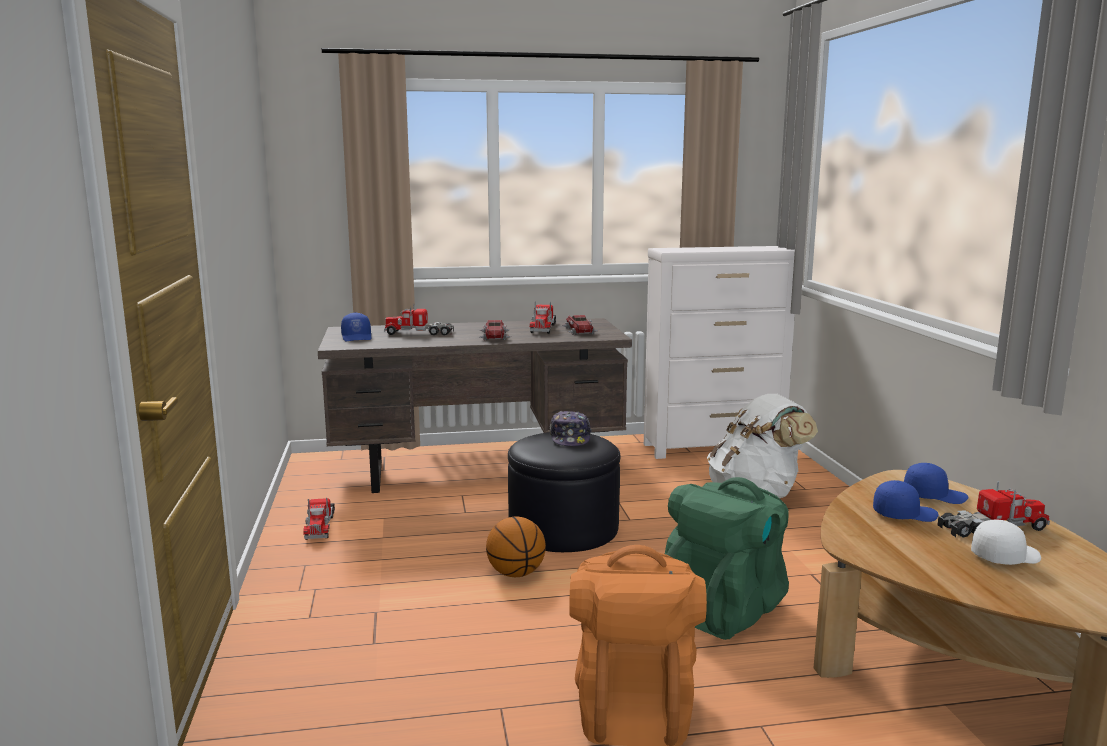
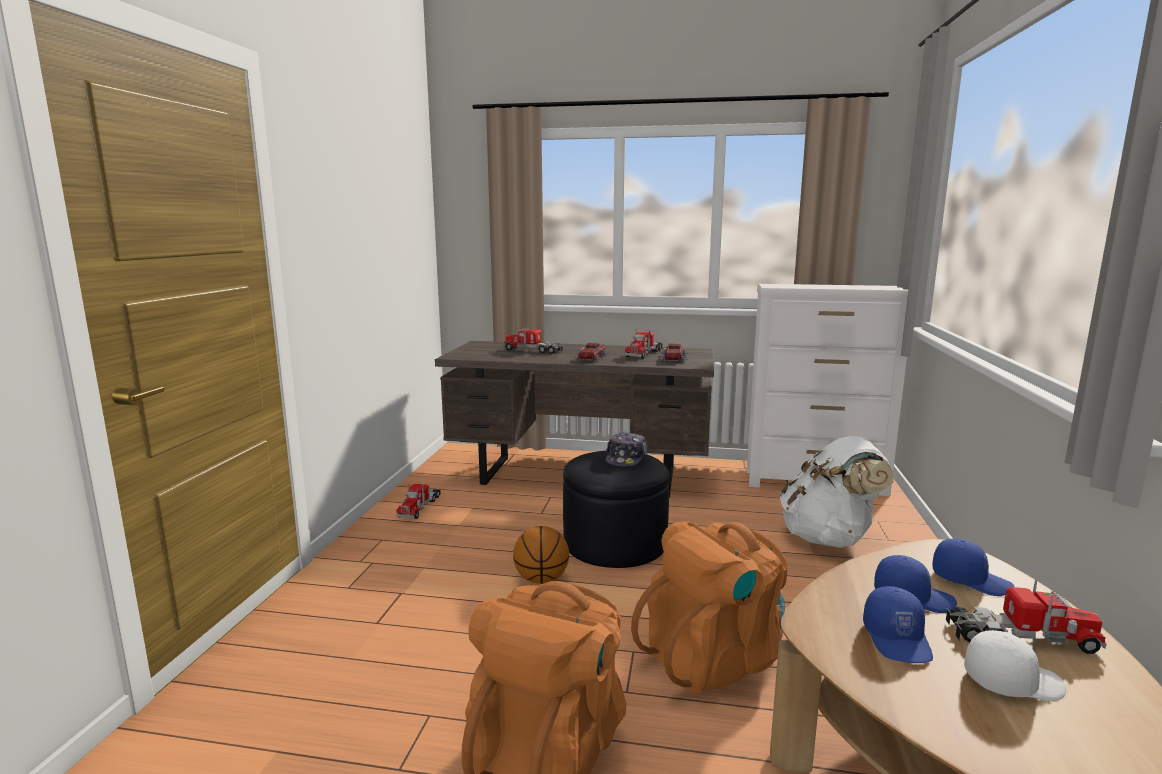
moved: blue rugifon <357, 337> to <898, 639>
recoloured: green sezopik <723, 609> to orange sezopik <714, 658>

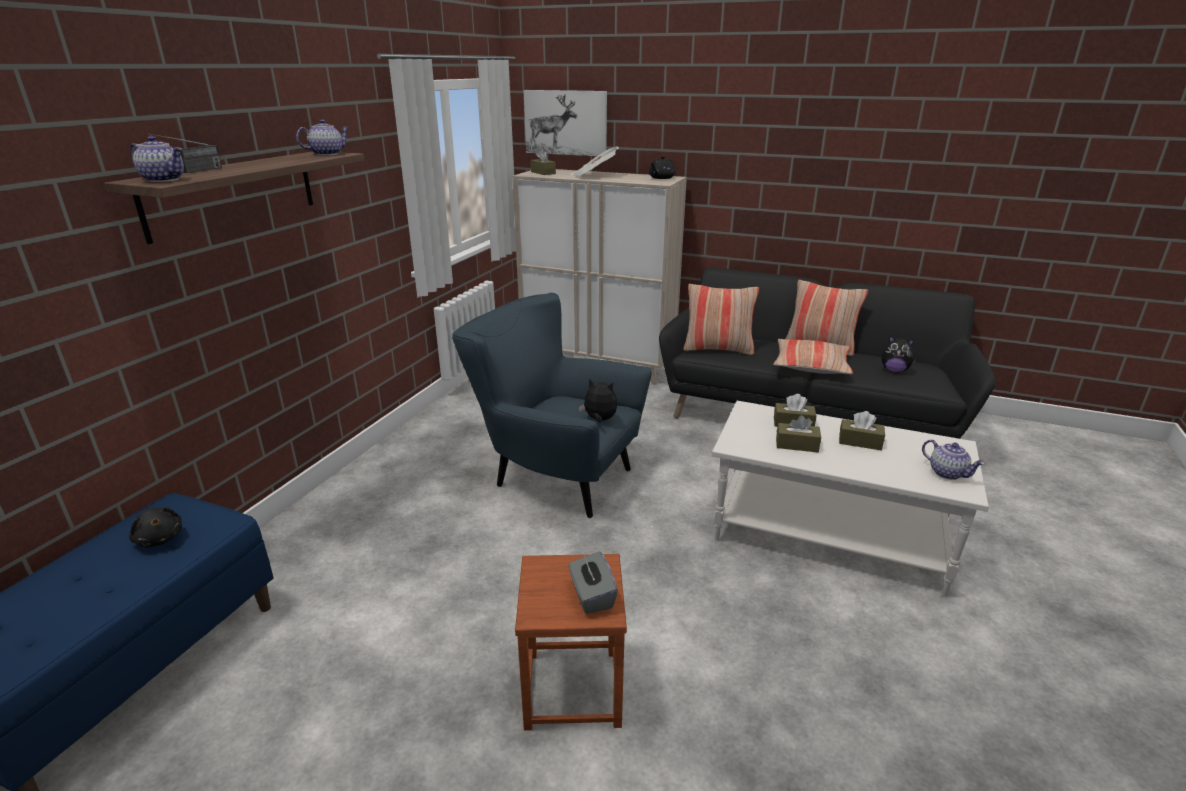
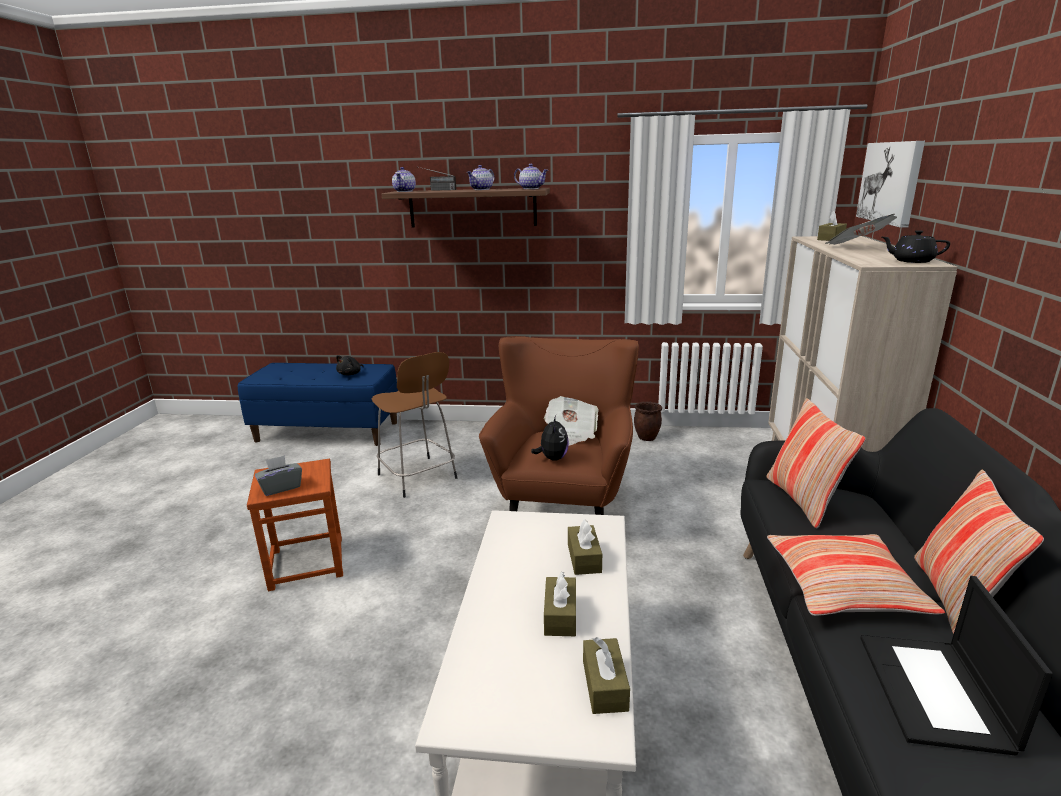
added: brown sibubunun <418, 478>; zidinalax <571, 433>; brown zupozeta <647, 438>
moved: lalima <948, 473> to <482, 189>; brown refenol <797, 445> to <605, 685>
replaced: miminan <894, 370> to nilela <935, 692>
recoloured: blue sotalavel <554, 476> to brown sotalavel <564, 503>

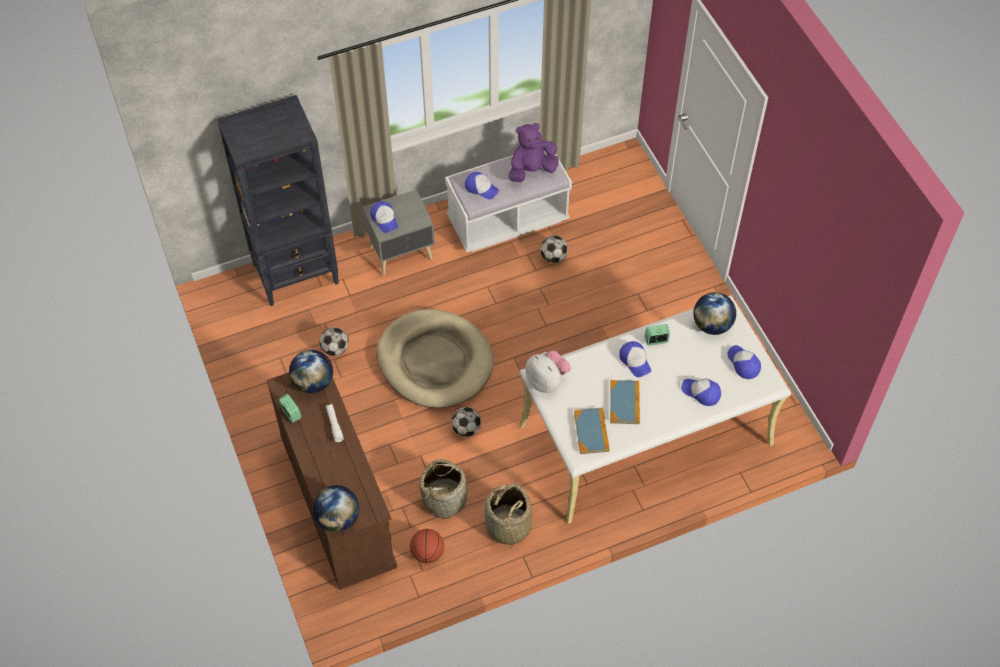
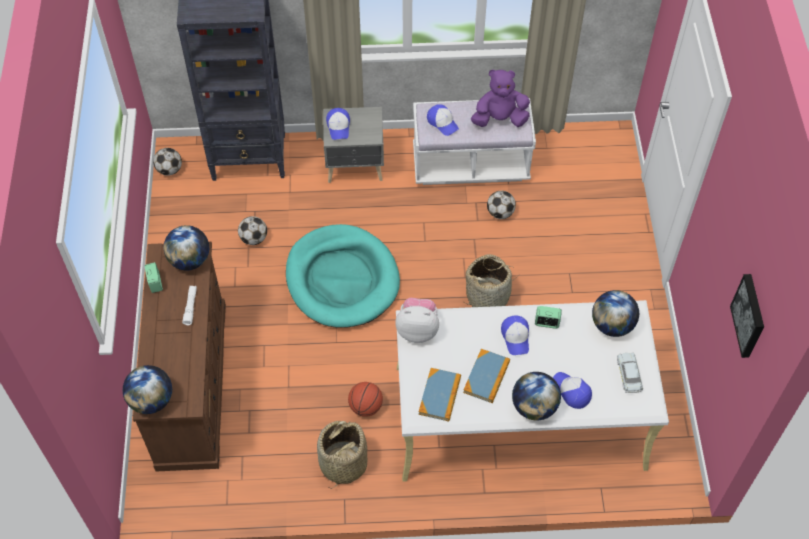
added: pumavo <534, 406>; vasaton <750, 316>
moved: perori <466, 429> to <169, 170>; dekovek <427, 553> to <366, 407>; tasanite <445, 499> to <488, 296>
replaced: rugifon <743, 363> to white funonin <628, 375>
recoloured: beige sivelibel <435, 361> to turquoise sivelibel <342, 279>
turned: miminan <547, 381> = <417, 329> 60 degrees counterclockwise

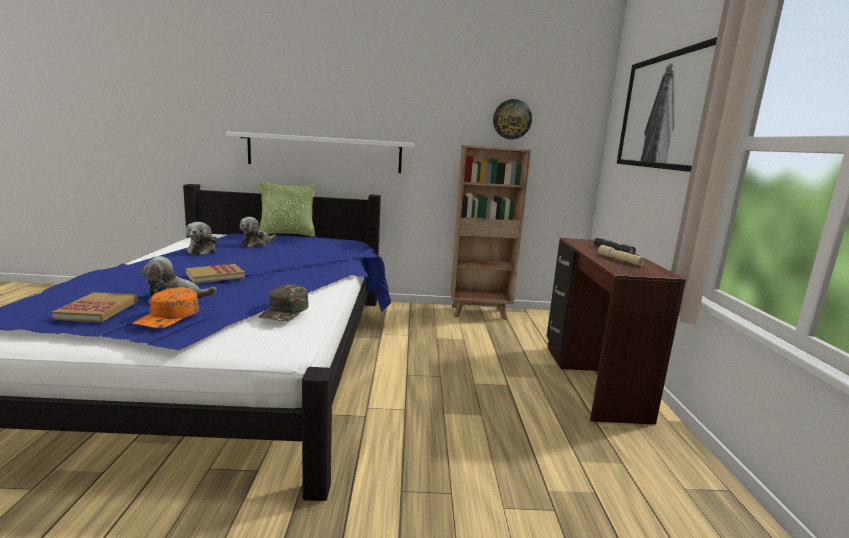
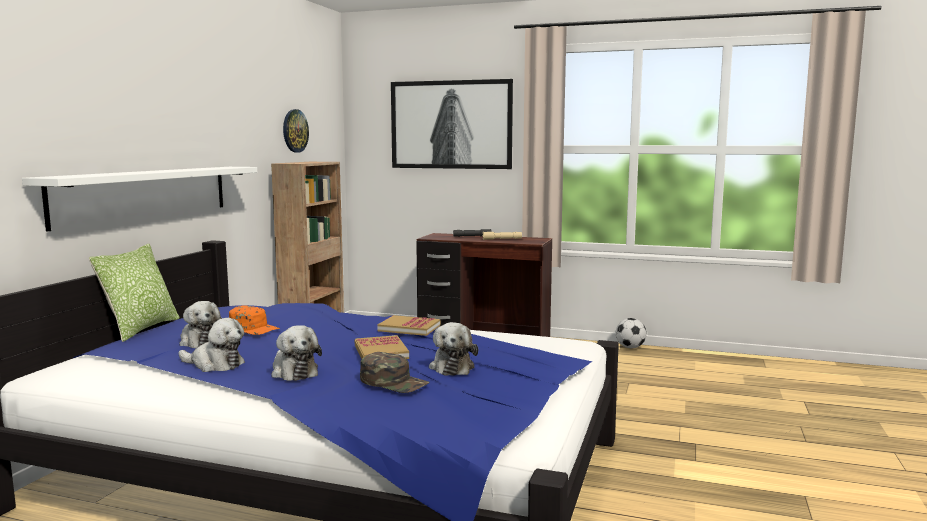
added: miminan <293, 371>; perori <630, 347>
moved: orange rugifon <168, 316> to <254, 328>; green rugifon <285, 311> to <394, 382>; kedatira <98, 310> to <409, 328>

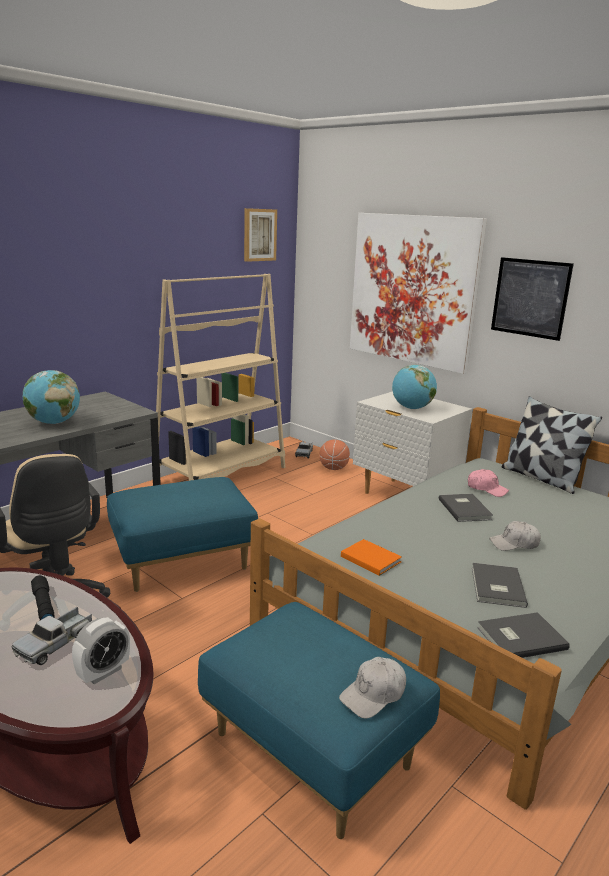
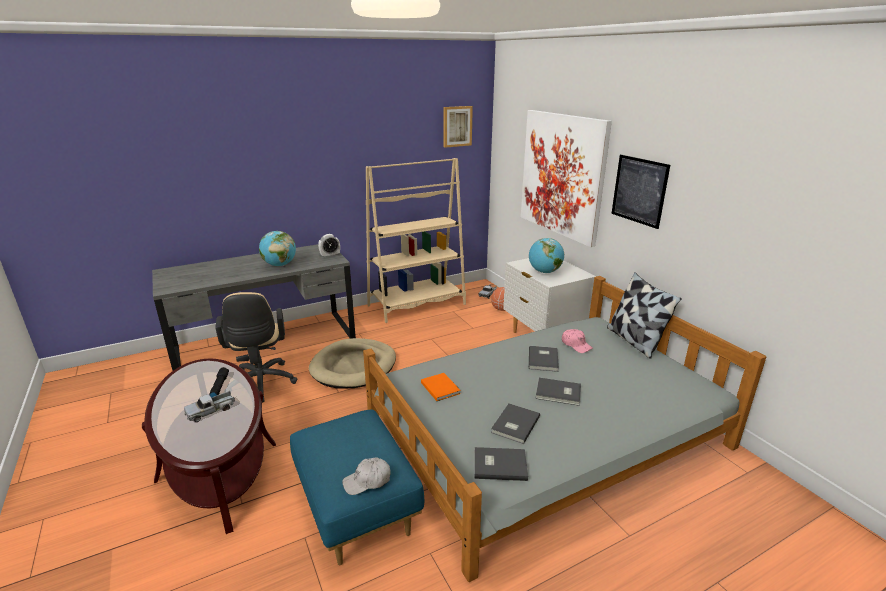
moved: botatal <103, 672> to <330, 256>
replaced: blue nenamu <183, 561> to beige sivelibel <354, 366>; white rugifon <514, 544> to grey kedatira <559, 393>

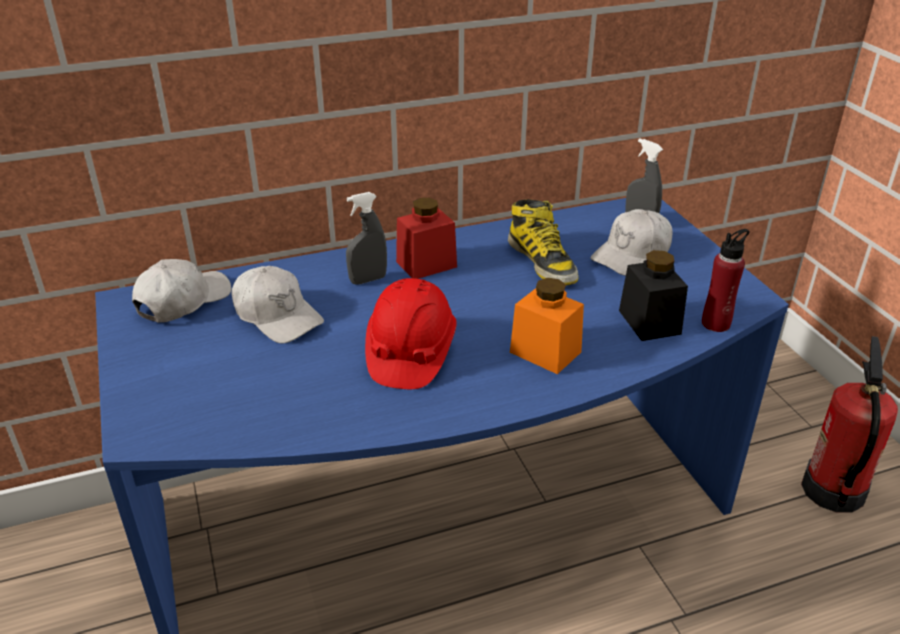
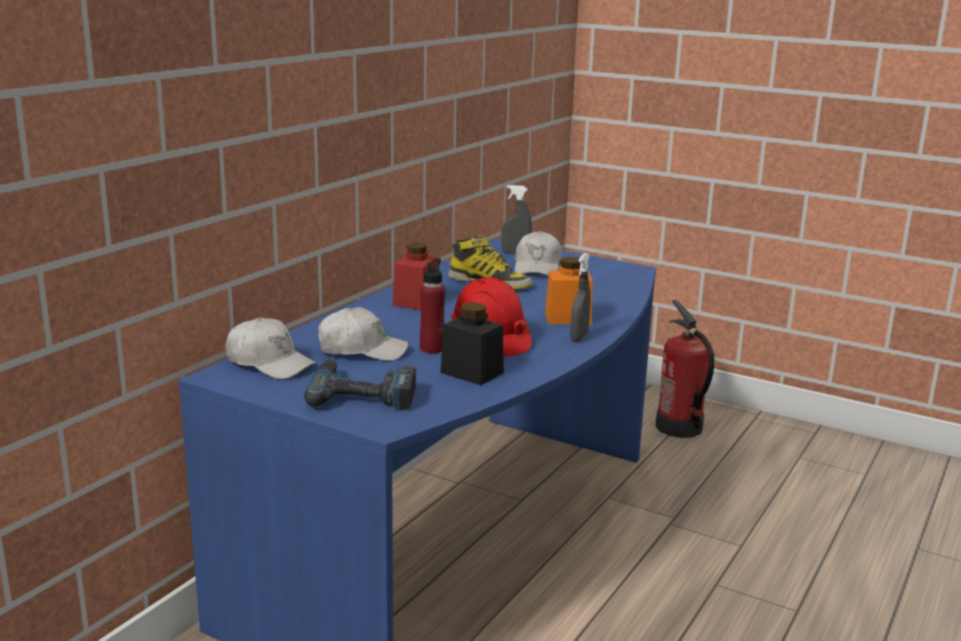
added: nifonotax <363, 393>
moved: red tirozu <716, 323> to <432, 348>; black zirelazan <649, 322> to <472, 372>; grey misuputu <368, 280> to <579, 337>
turned: white rugifon <182, 301> = <269, 363> 120 degrees clockwise

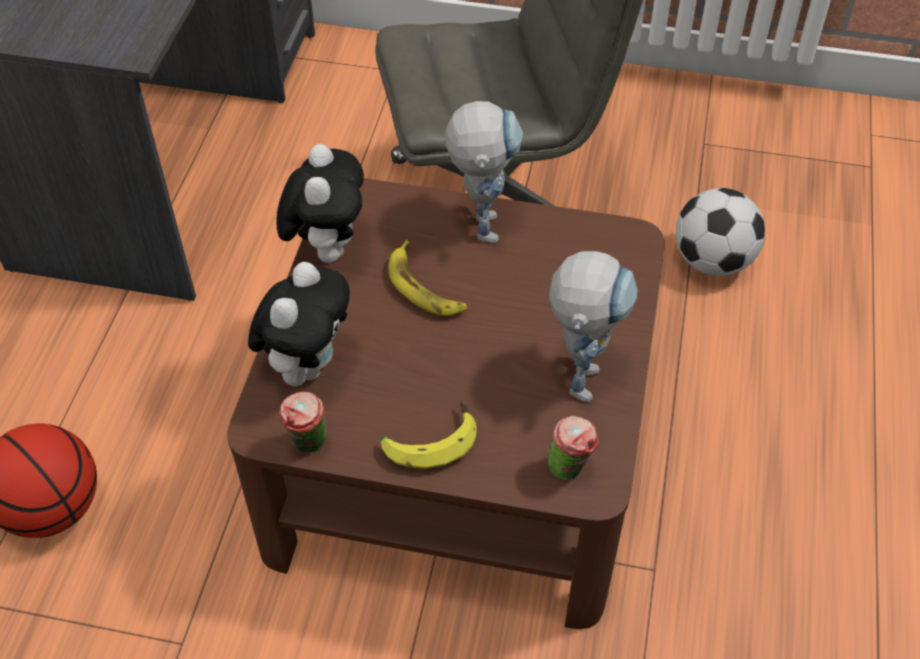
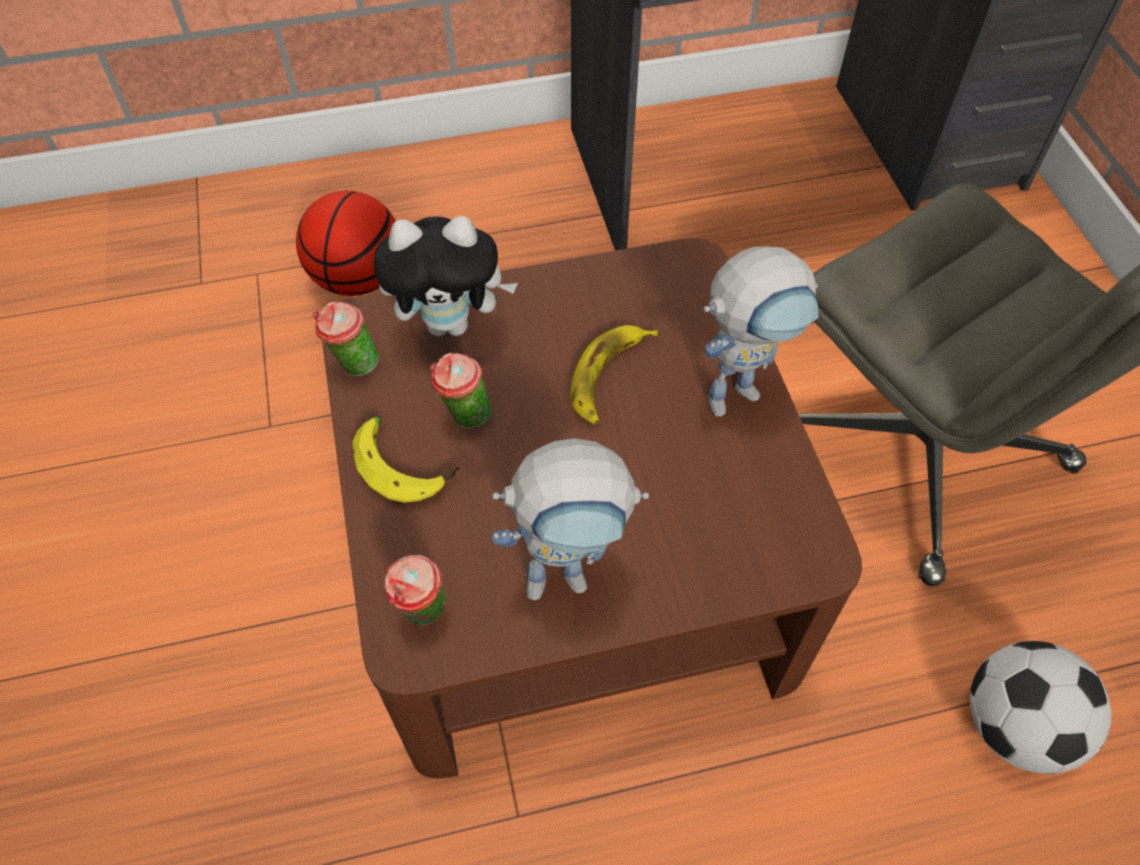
removed: miminan <326, 248>
added: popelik <464, 417>

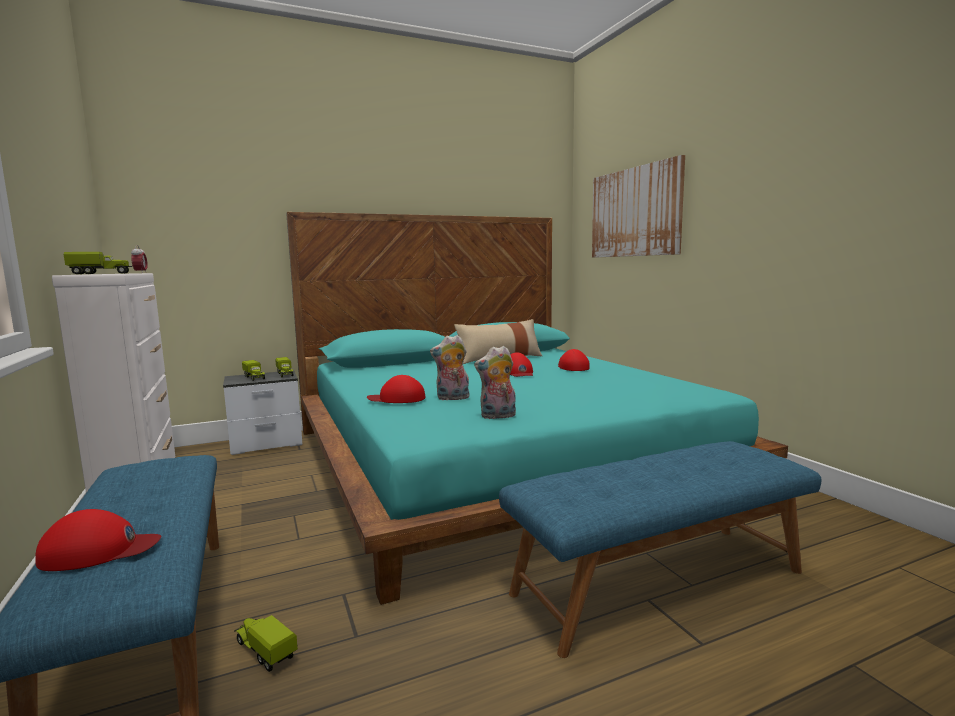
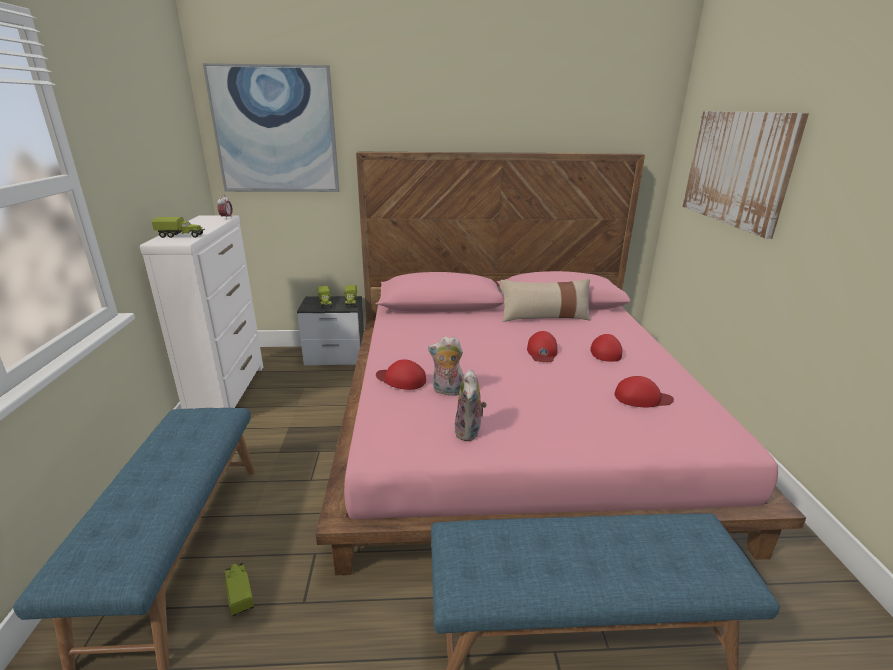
added: vasaton <275, 130>
moved: red rugifon <99, 551> to <642, 398>
recoloured: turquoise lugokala <497, 460> to pink lugokala <514, 423>
turned: miminan <497, 416> = <469, 432> 90 degrees counterclockwise

